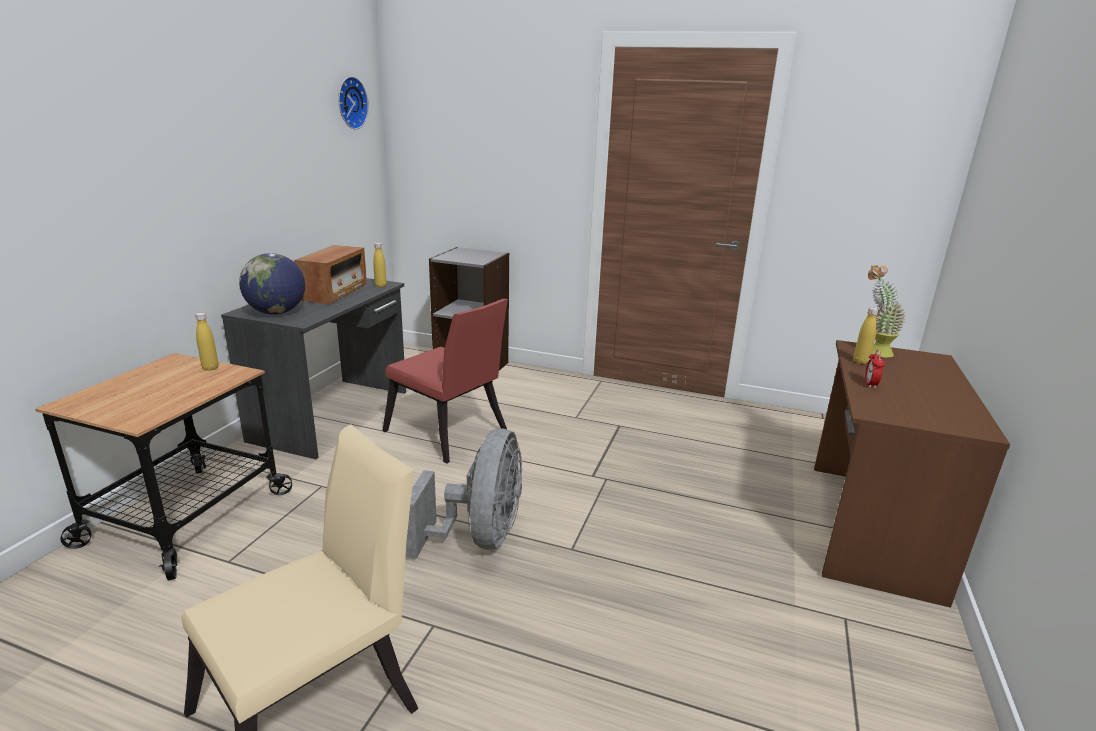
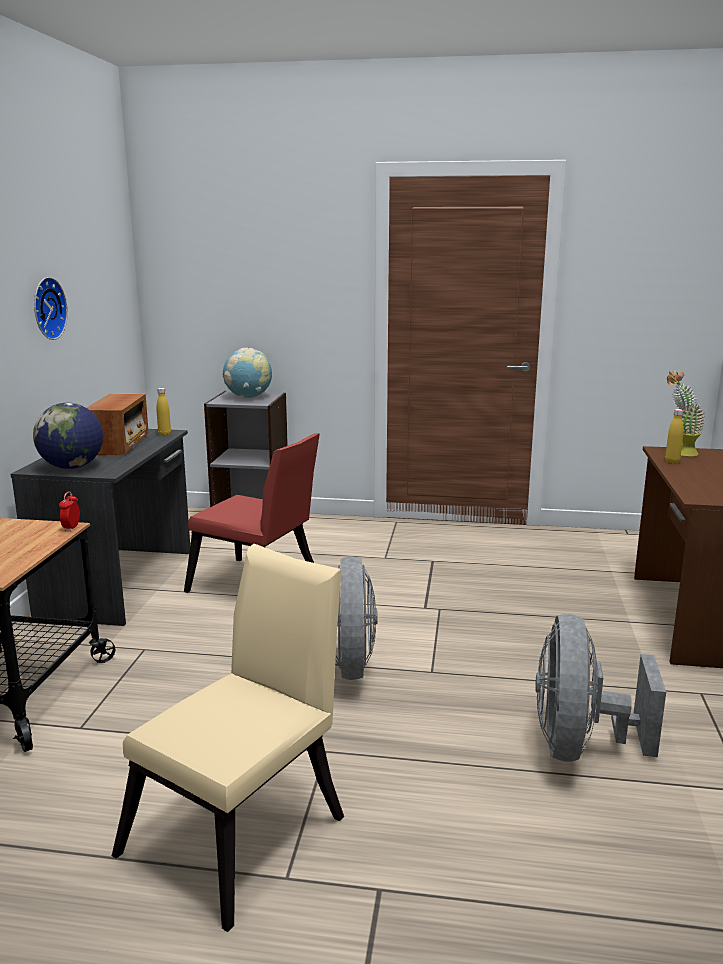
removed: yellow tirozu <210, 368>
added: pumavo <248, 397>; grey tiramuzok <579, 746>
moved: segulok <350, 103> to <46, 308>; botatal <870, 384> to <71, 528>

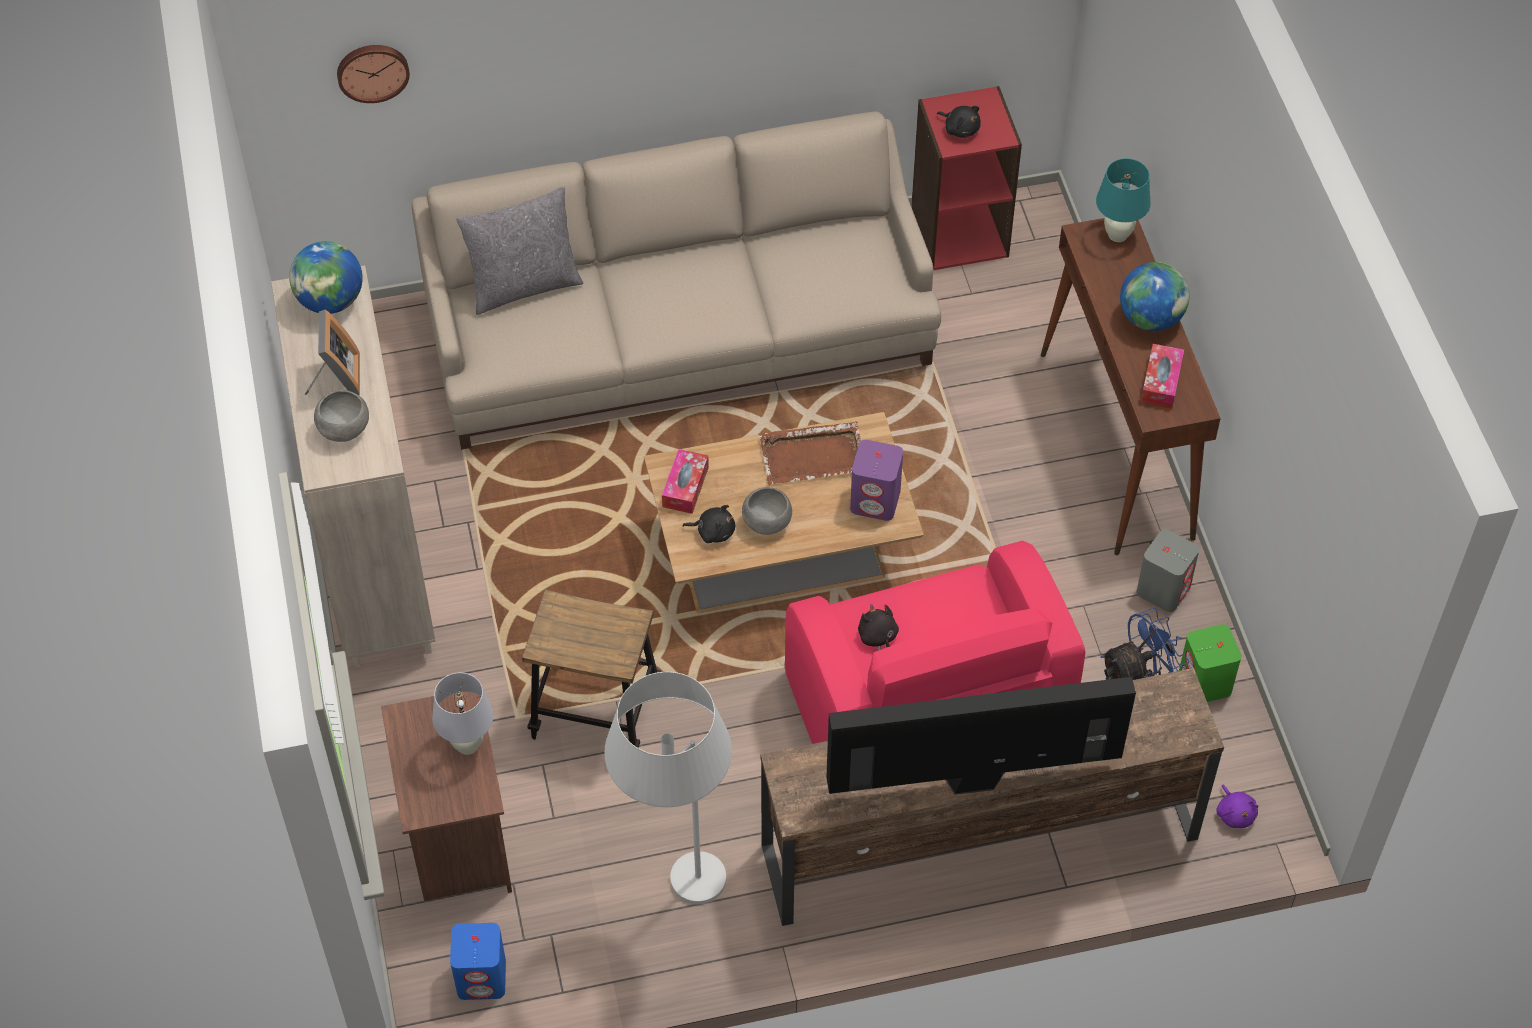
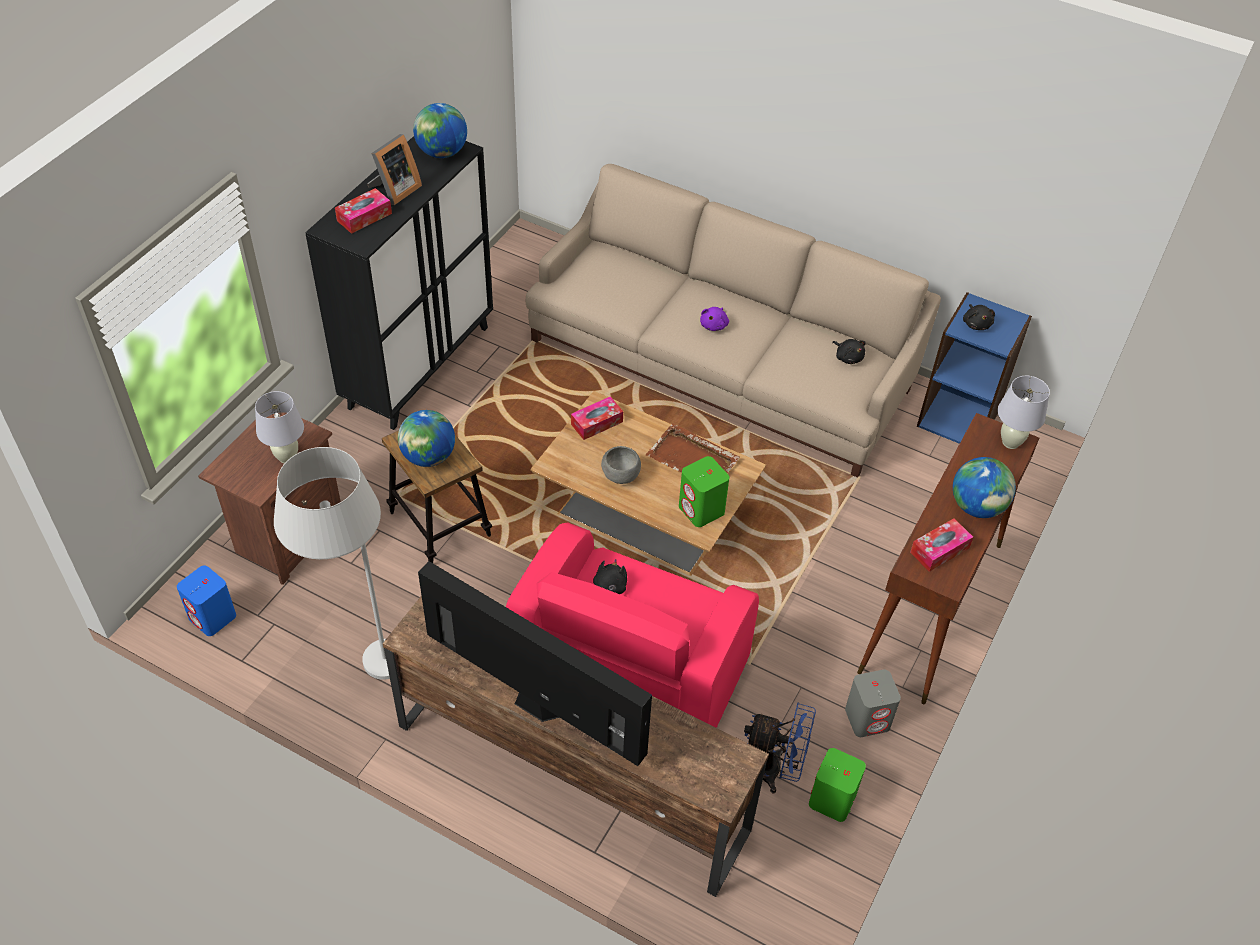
removed: segulok <372, 71>; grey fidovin <524, 285>
added: pumavo <428, 457>
moved: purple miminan <1235, 813> to <714, 325>; black miminan <713, 531> to <848, 357>
replaced: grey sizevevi <344, 430> to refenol <364, 217>
recoloured: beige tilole <375, 565> to black tilole <419, 366>; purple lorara <876, 500> to green lorara <701, 510>; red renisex <959, 234> to blue renisex <958, 418>; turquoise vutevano <1118, 235> to white vutevano <1010, 443>

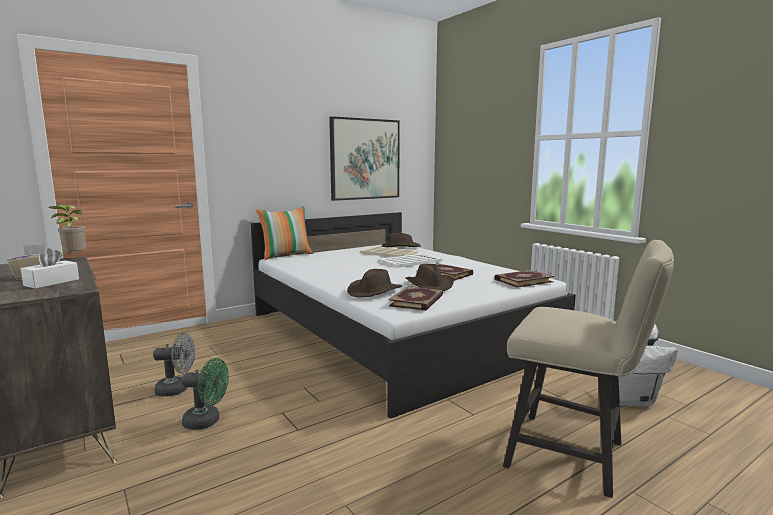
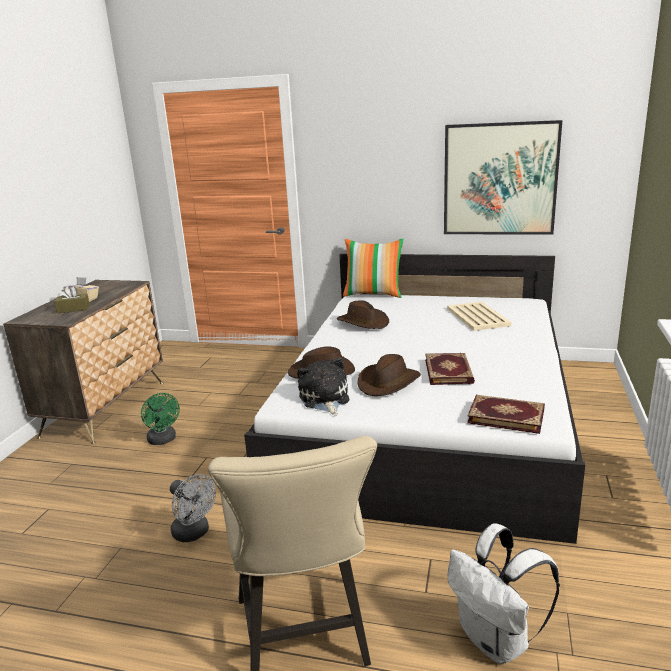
removed: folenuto <73, 258>; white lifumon <410, 261>
moved: grey tiramuzok <177, 389> to <194, 533>; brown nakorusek <400, 247> to <363, 322>
replaced: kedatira <417, 301> to miminan <324, 399>
recoloured: white refenol <52, 282> to brown refenol <73, 309>

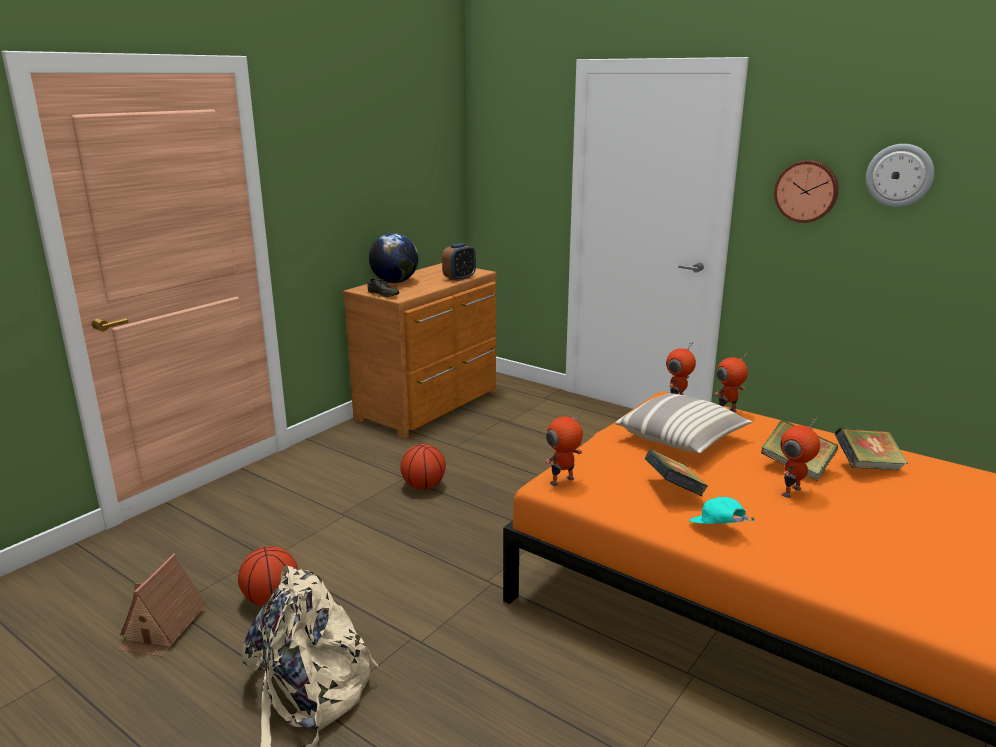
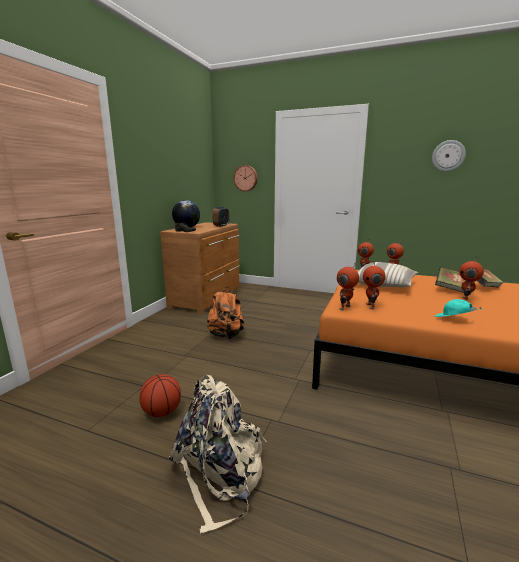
removed: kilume <163, 627>; kedatira <673, 491>
added: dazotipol <371, 306>
moved: segulok <806, 191> to <246, 178>
replaced: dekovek <423, 486> to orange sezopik <226, 335>

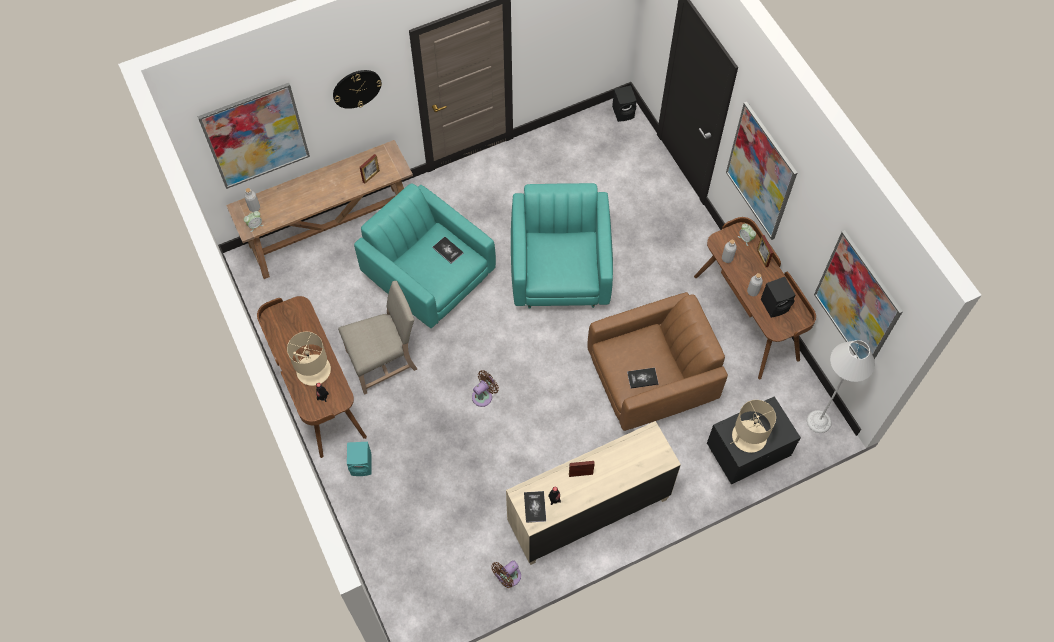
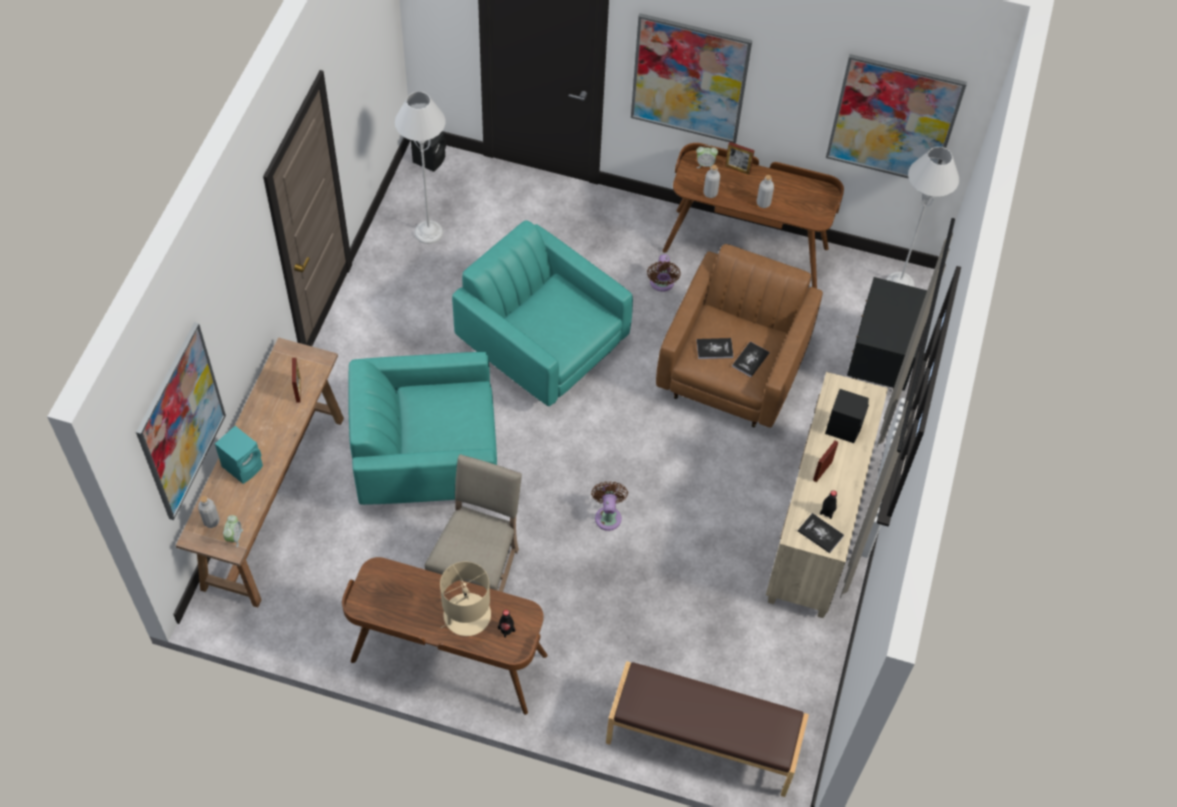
removed: segulok <356, 88>; beige vutevano <748, 437>
added: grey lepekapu <428, 232>; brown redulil <702, 742>
moved: turquoise lorara <362, 465> to <243, 466>; brown tiramuzok <508, 577> to <661, 284>; kedatira <448, 250> to <714, 349>; black lorara <775, 305> to <844, 427>

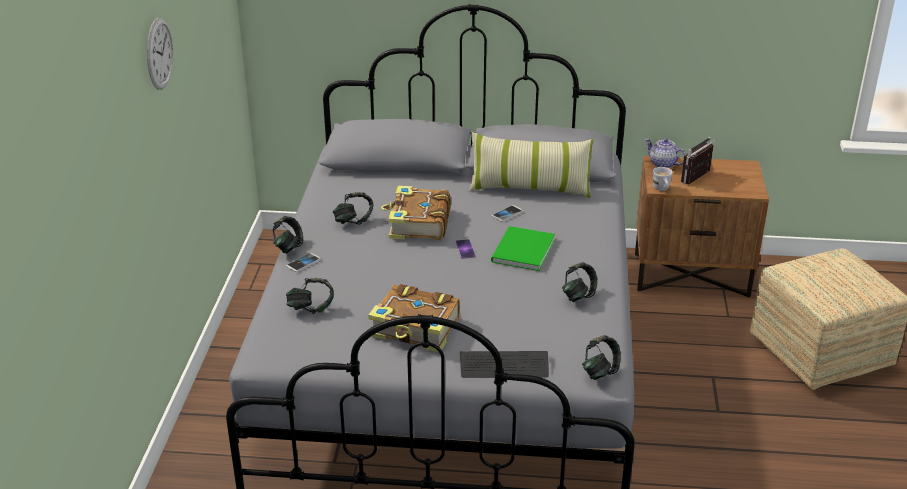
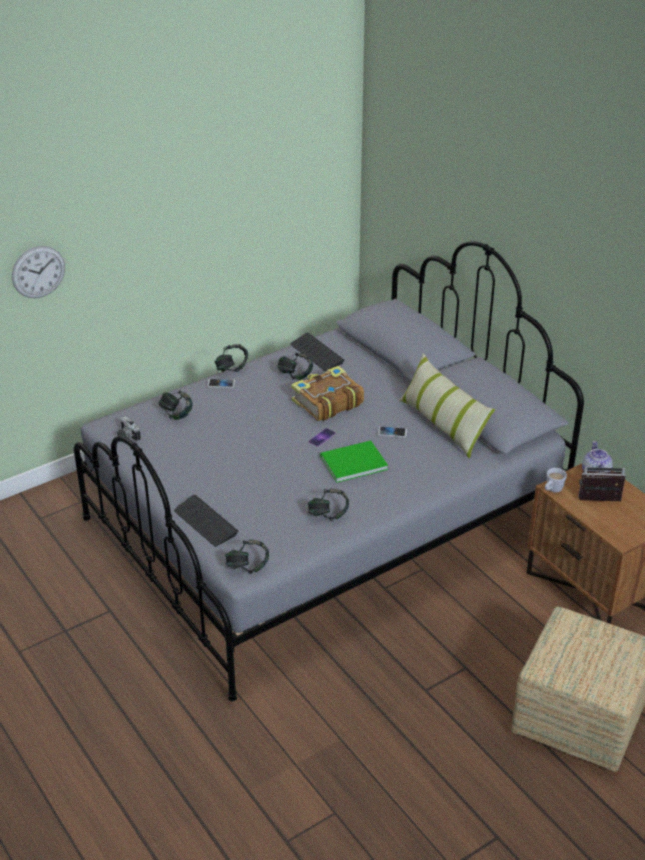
removed: kedatira <416, 329>
added: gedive <126, 436>; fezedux <316, 353>
moved: segulok <159, 53> to <38, 272>

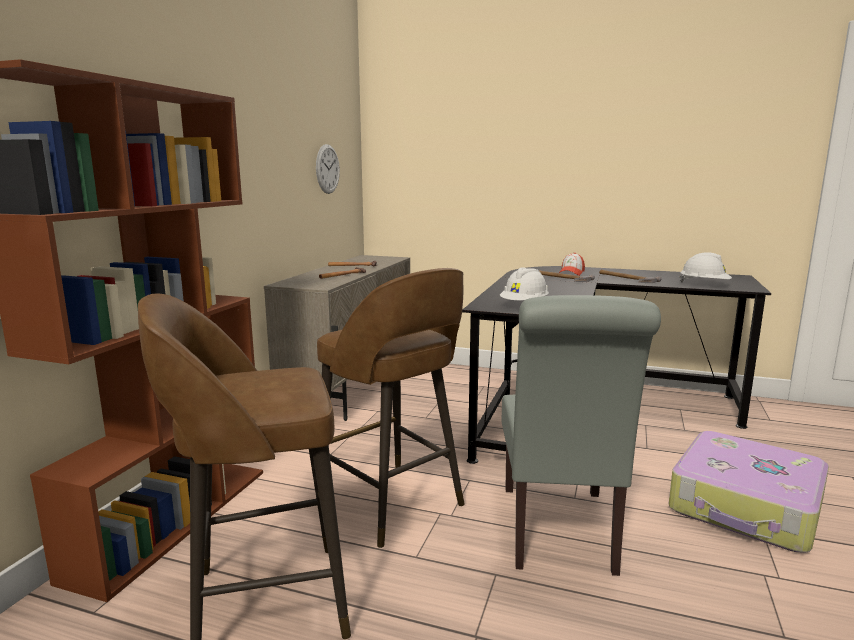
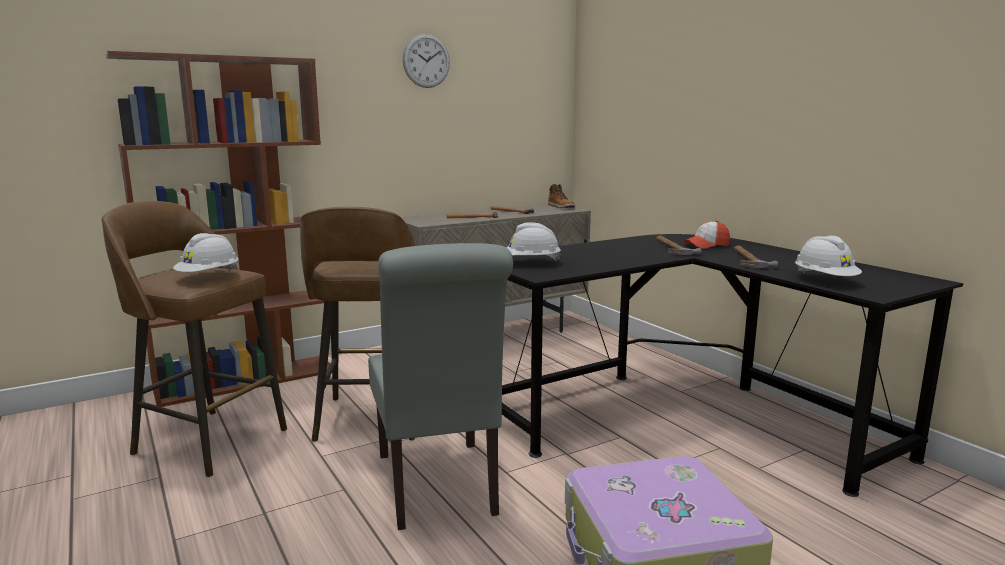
added: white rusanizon <209, 276>; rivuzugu <561, 207>
moved: segulok <327, 169> to <426, 61>
turned: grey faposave <559, 533> = <438, 488> 60 degrees counterclockwise

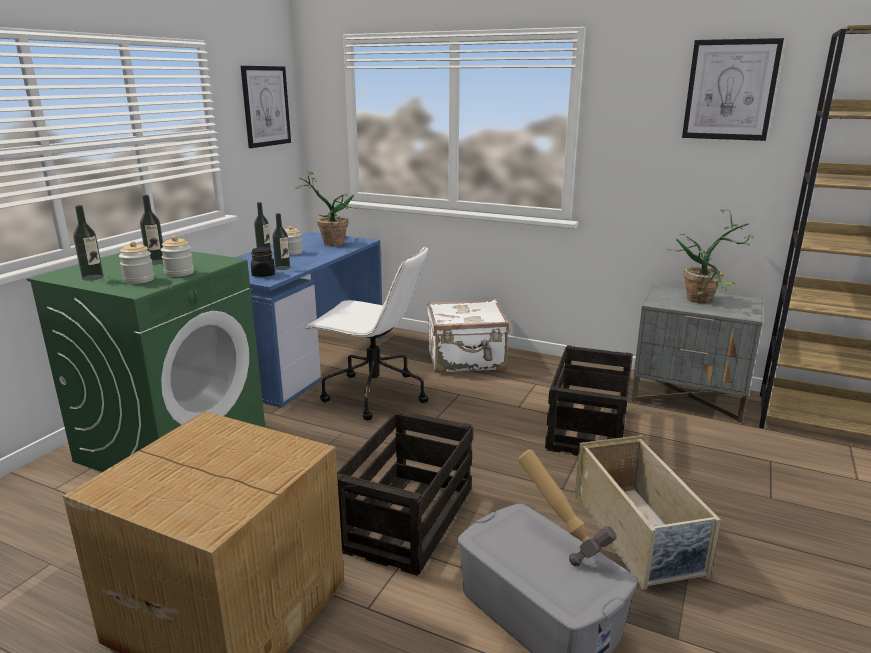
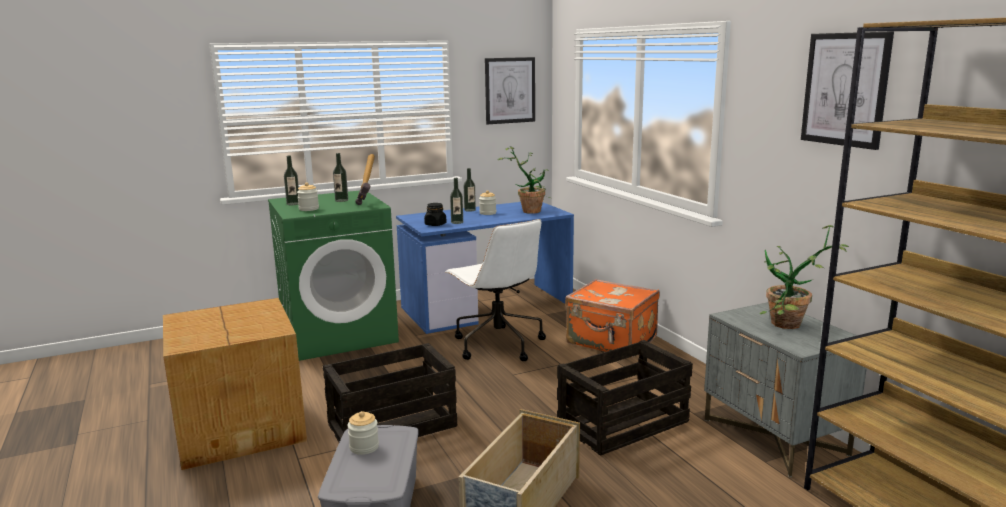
moved: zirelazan <179, 273> to <364, 447>; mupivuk <561, 542> to <370, 201>
recoloured: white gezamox <466, 360> to orange gezamox <611, 342>

